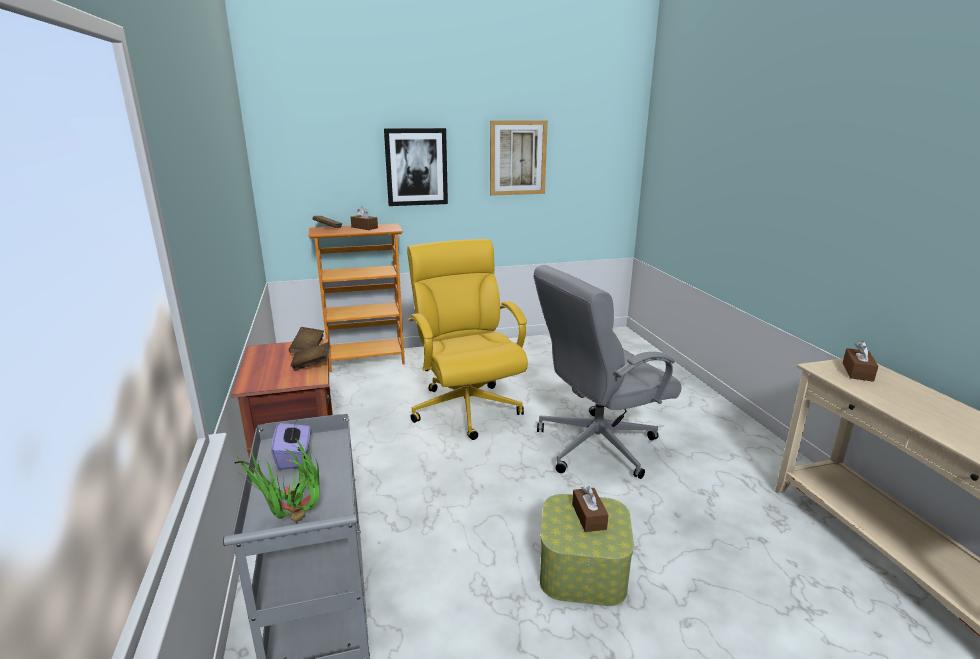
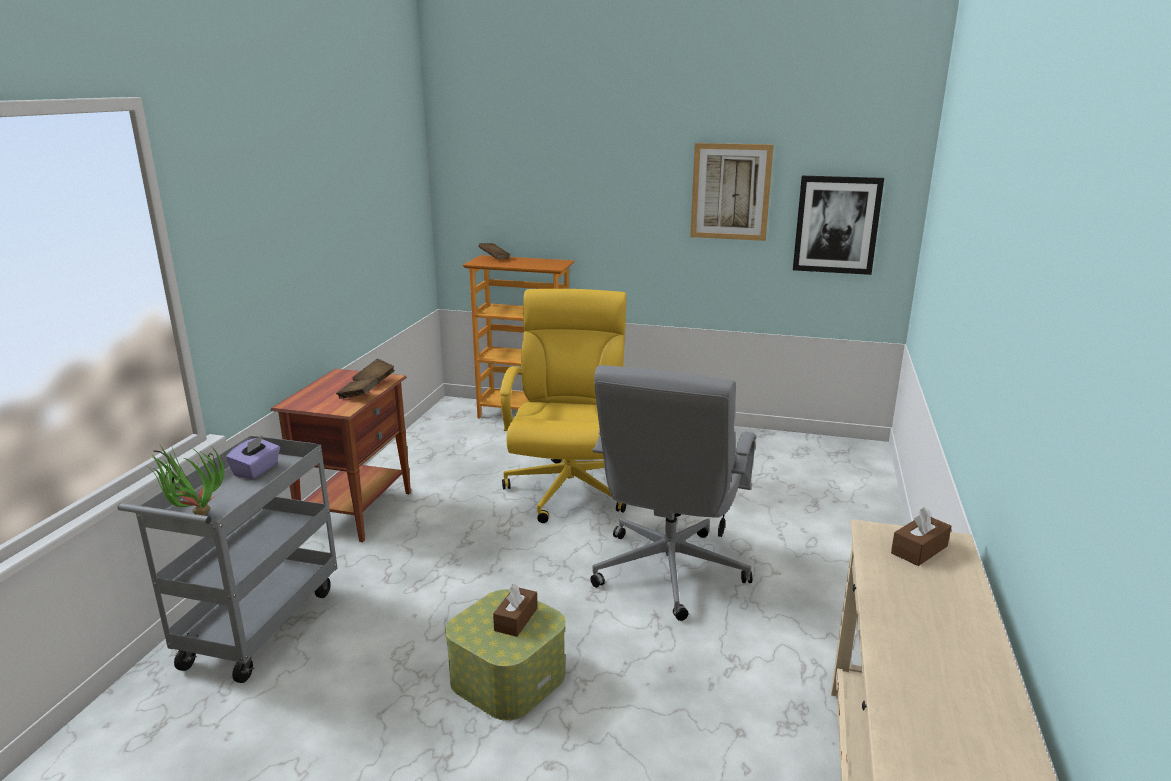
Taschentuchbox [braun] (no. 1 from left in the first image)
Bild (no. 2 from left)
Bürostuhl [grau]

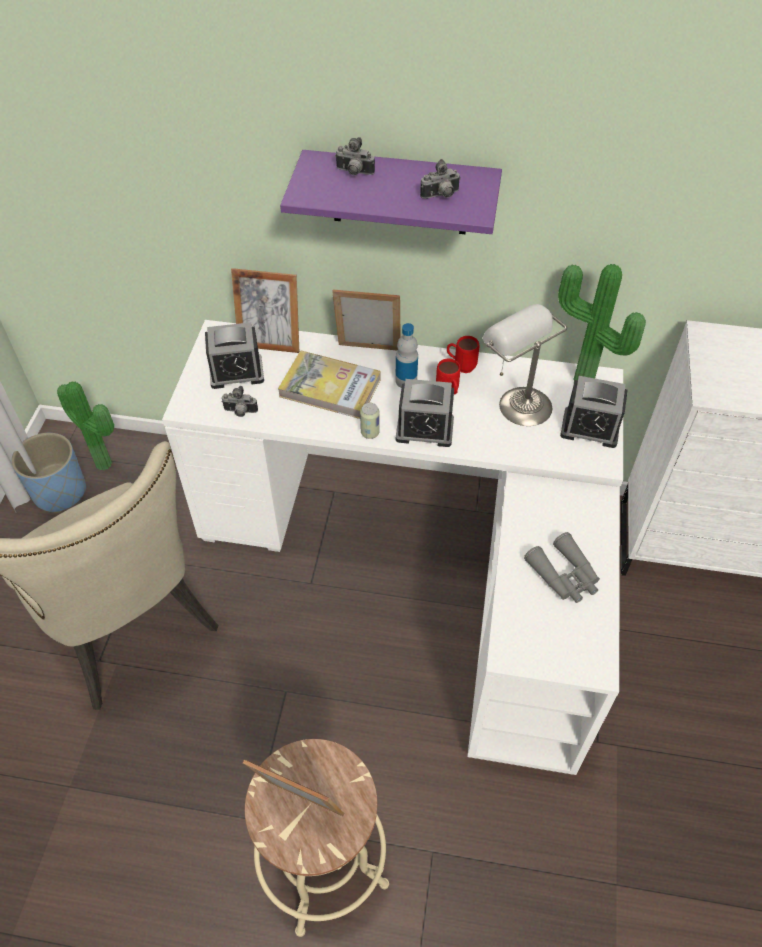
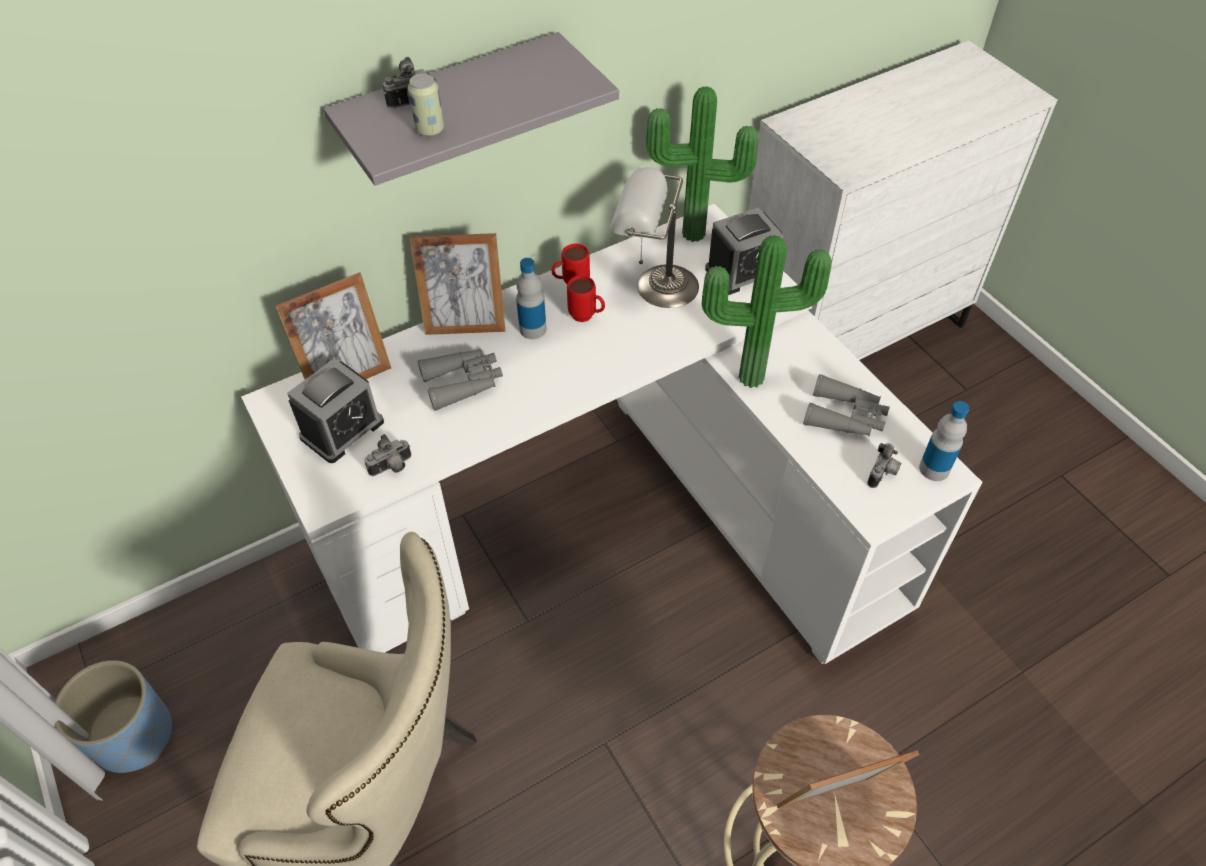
Topfpflanze (no. 2 from left)
Fernglas [grau] (no. 1 from left)
Wandregal [grau]
Bilderrahmen (no. 2 from left)
Dose
Wecker (no. 2 from left in the first image)
Kamera (no. 3 from left)
Flasche (no. 2 from left)

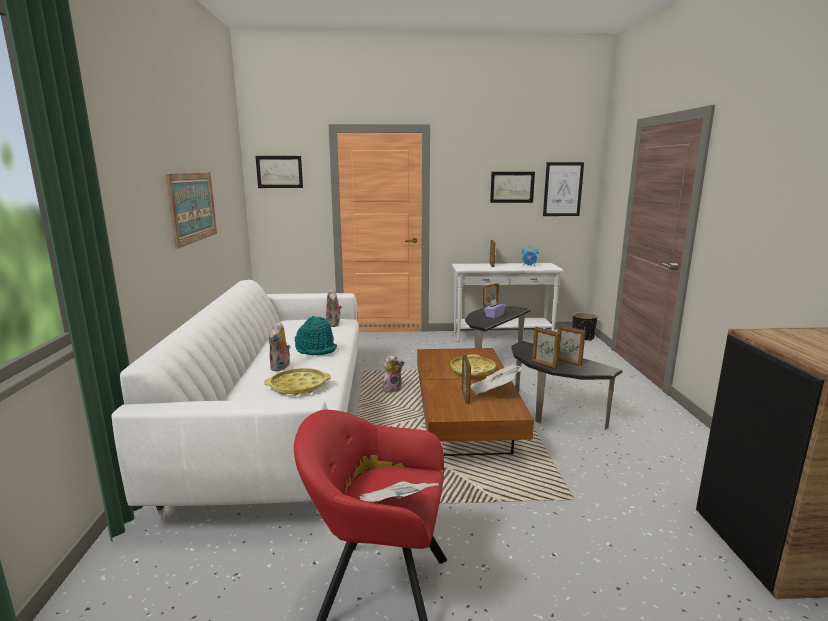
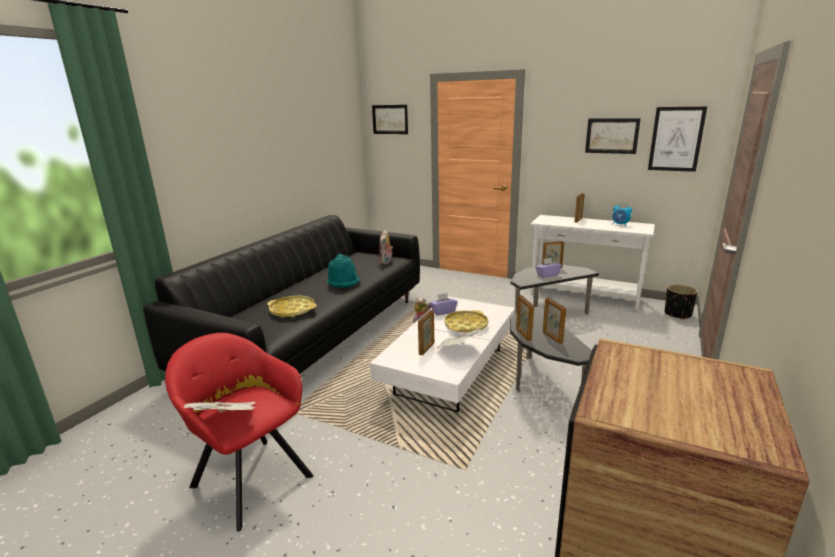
Sofa [schwarz]
Bild (no. 1 from left in the first image)
Plüschtier (no. 1 from left in the first image)
Couchtisch [weiß]
Taschentuchbox [lila] (no. 1 from left)

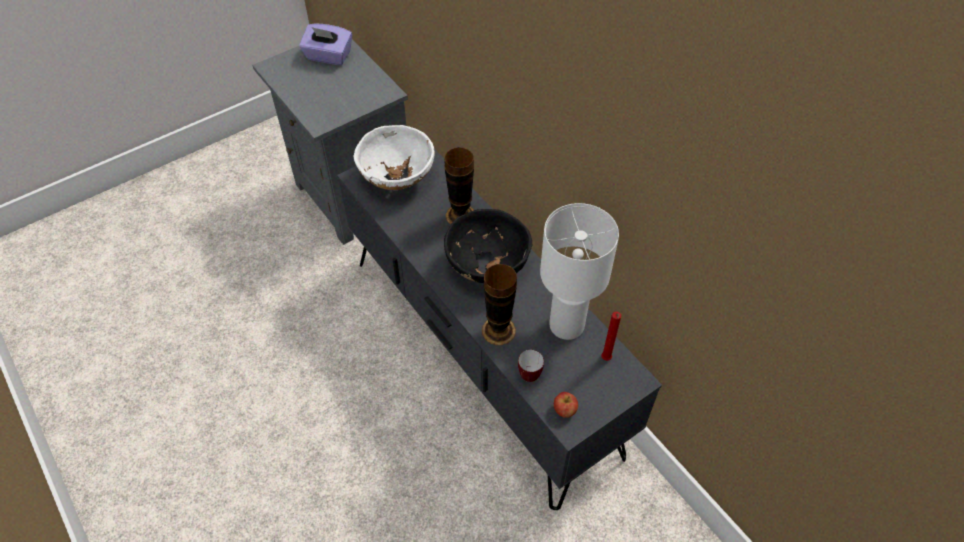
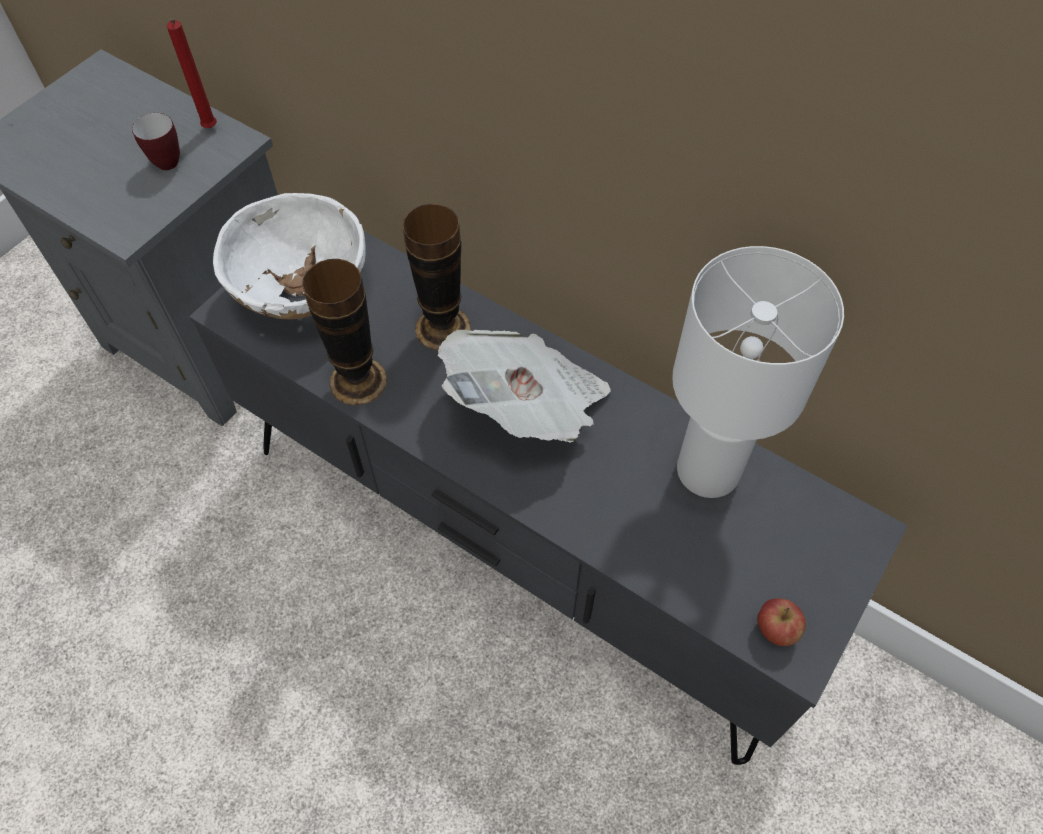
Taschentuchbox [lila]
Zeitung
Vase (no. 1 from left)
Henkelbecher
Kerze [rot]

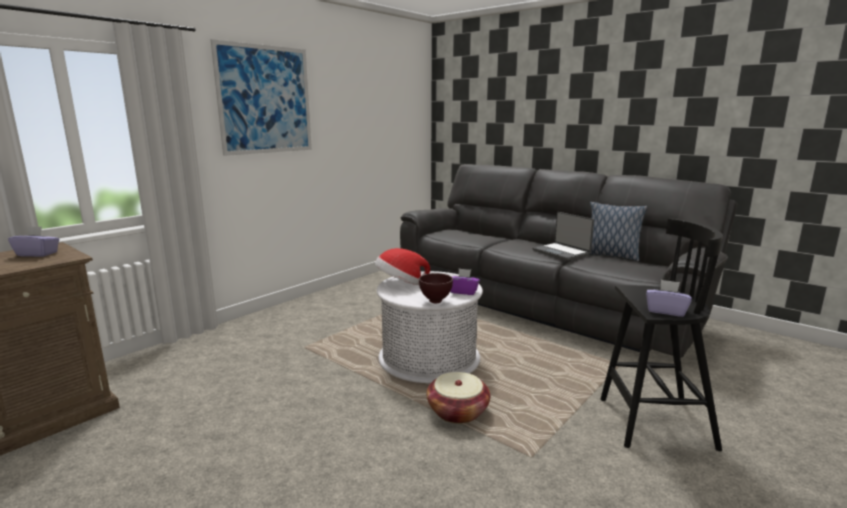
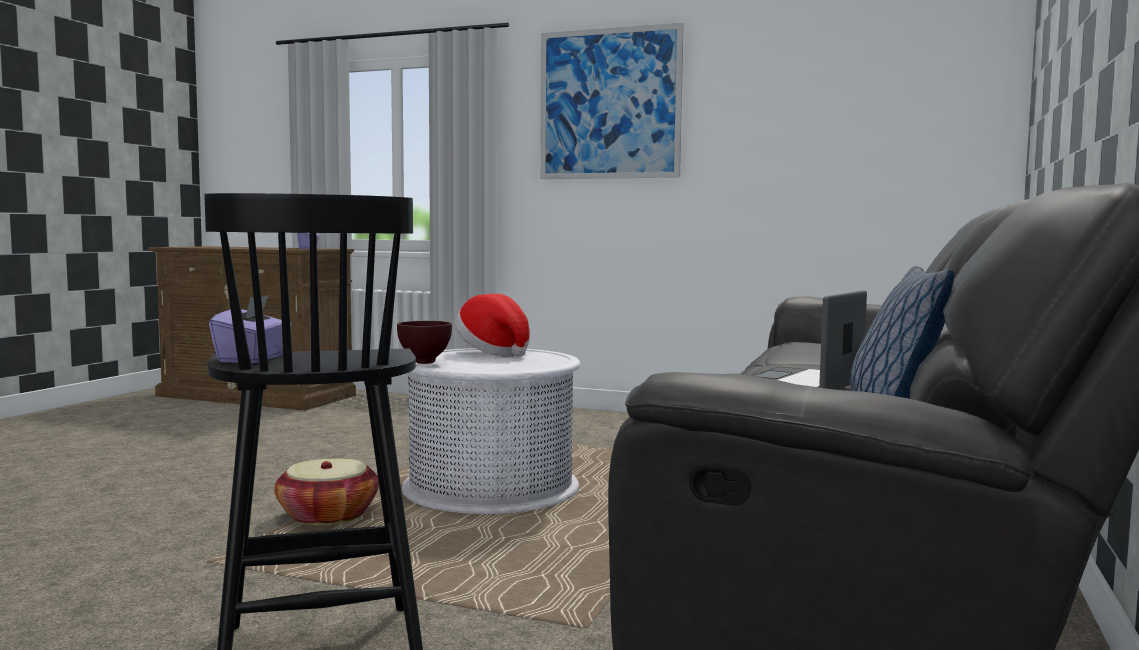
Taschentuchbox [lila] (no. 2 from left in the first image)

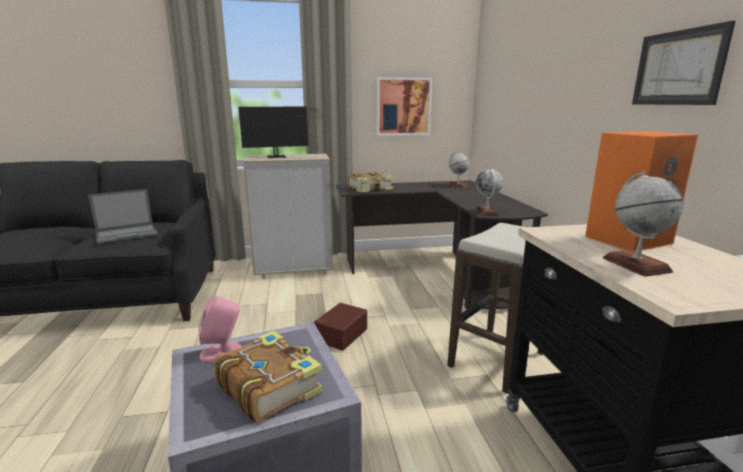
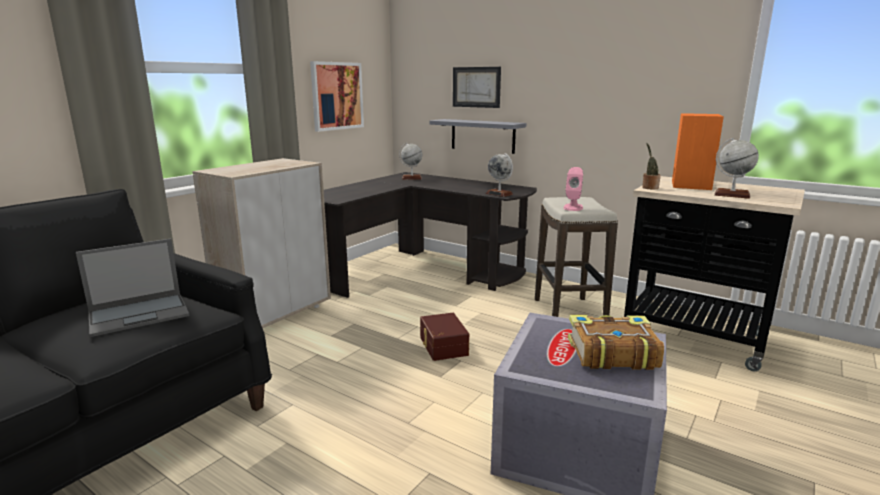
Laptop
Lautsprecher [rosa]
Monitor
Buch (no. 2 from left in the first image)
Bild (no. 2 from left)
Wandregal [grau]
Topfpflanze

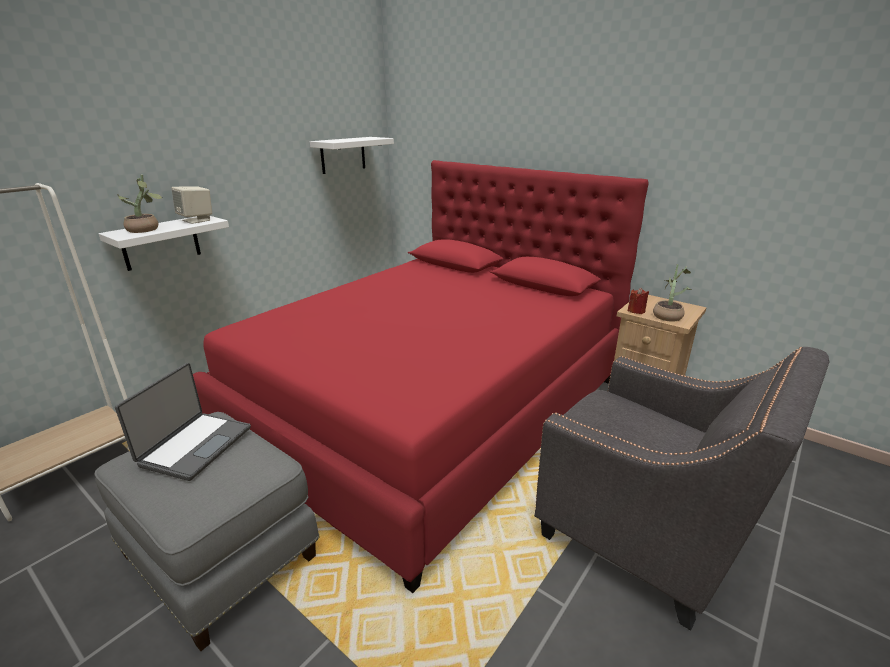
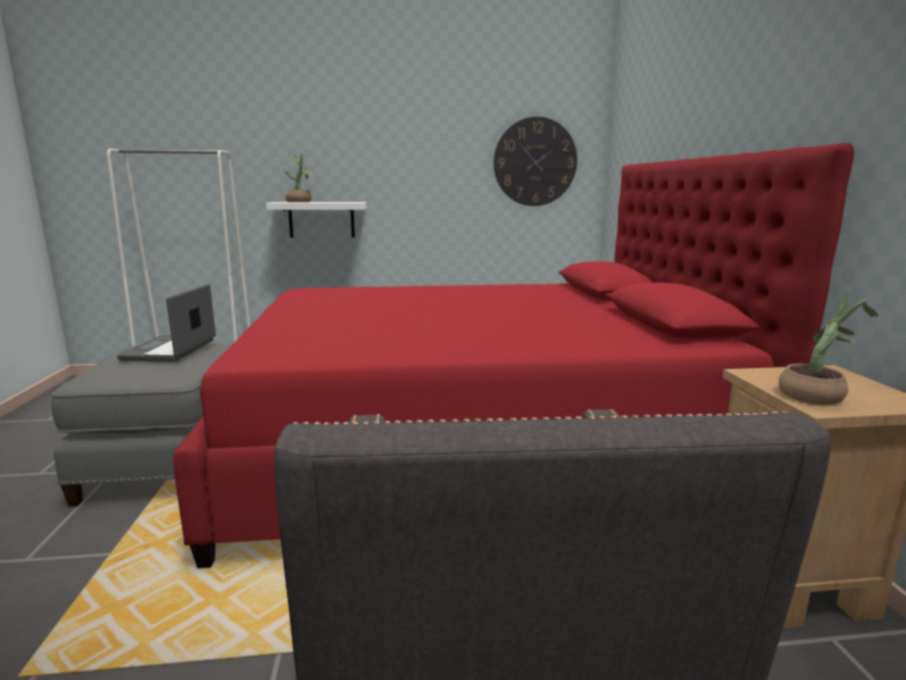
Laptop
Lautsprecher [beige]
Wanduhr
Kerze [rot]

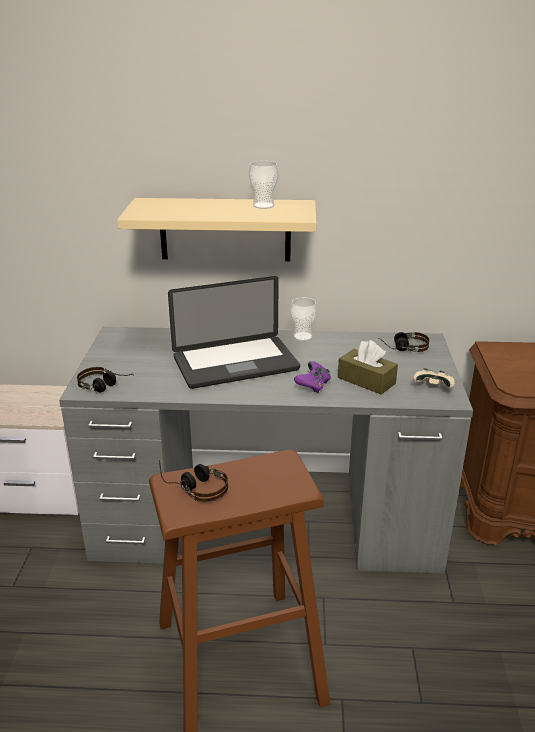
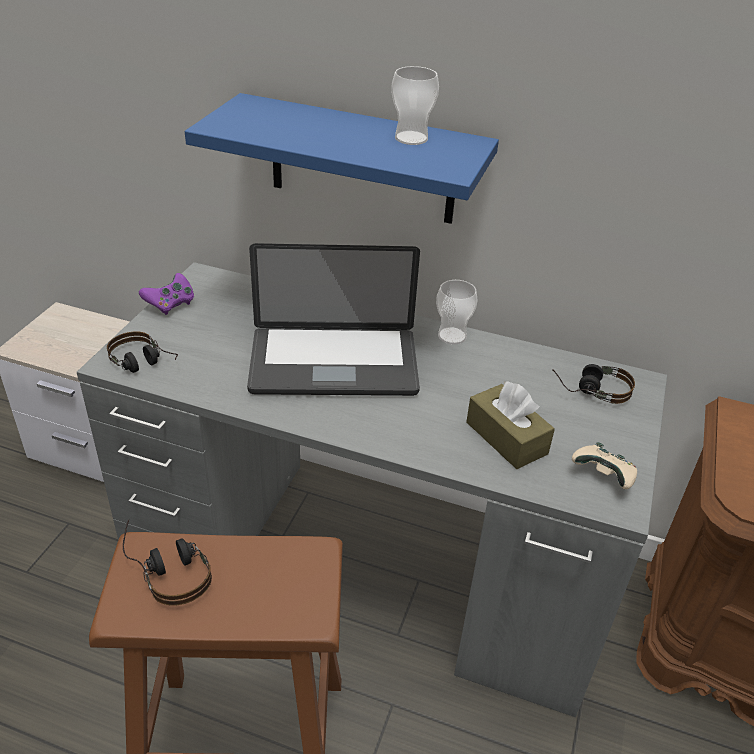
Wandregal [blau]
Gamepad [lila]

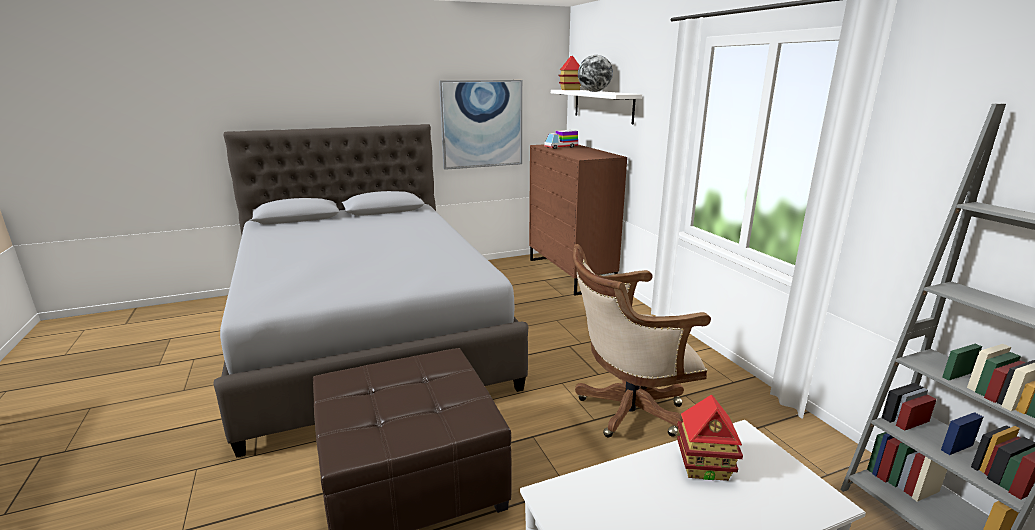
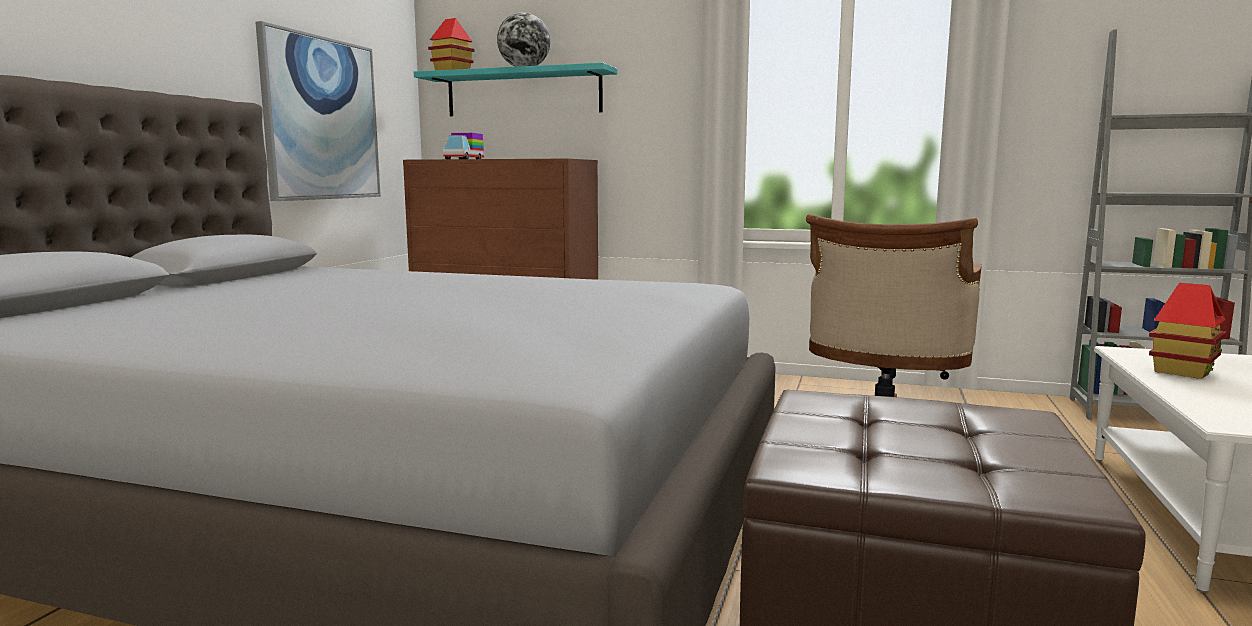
Wandregal [türkis]

